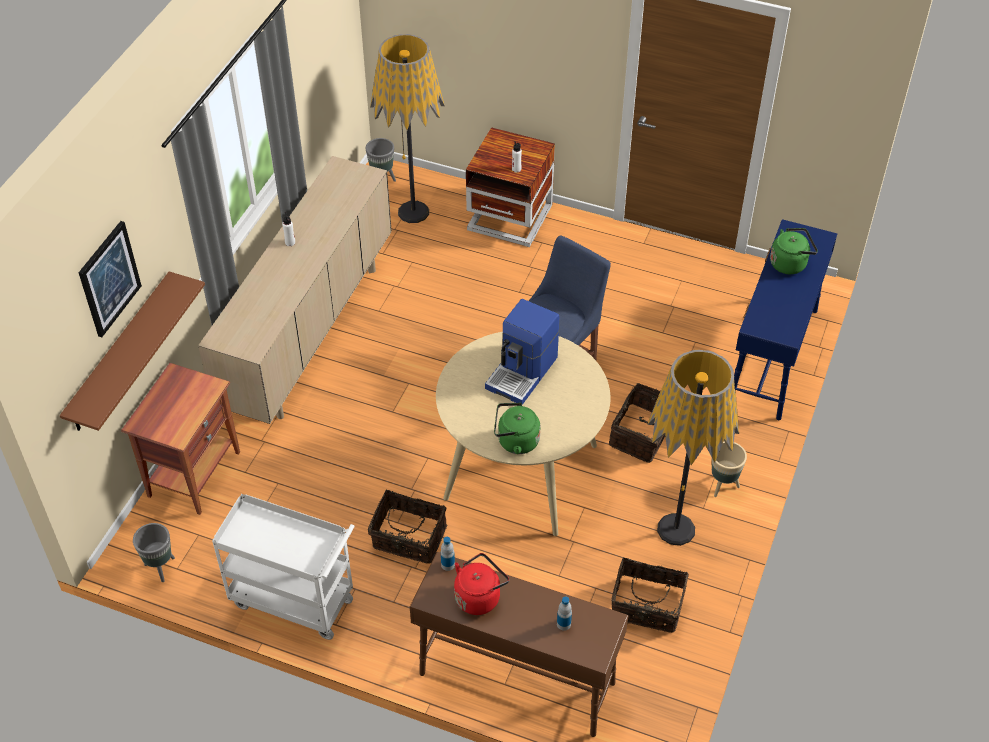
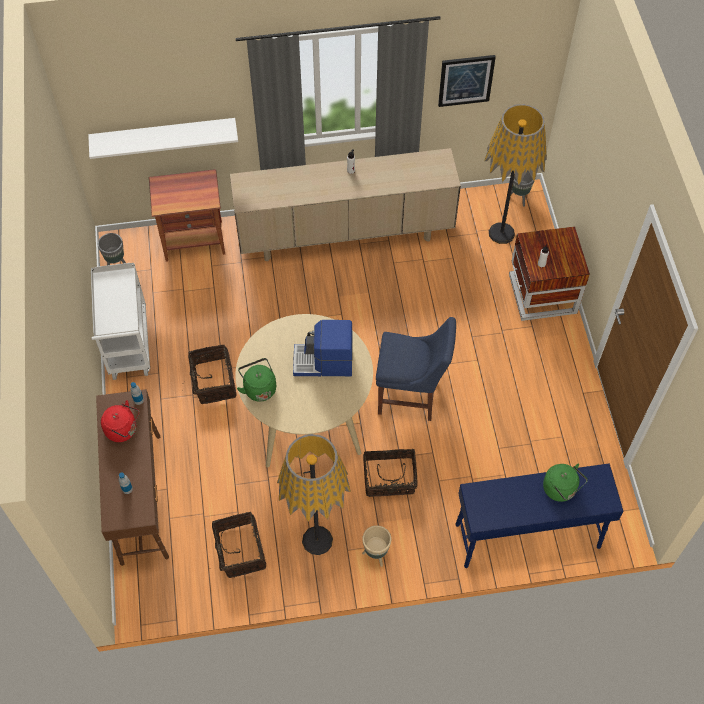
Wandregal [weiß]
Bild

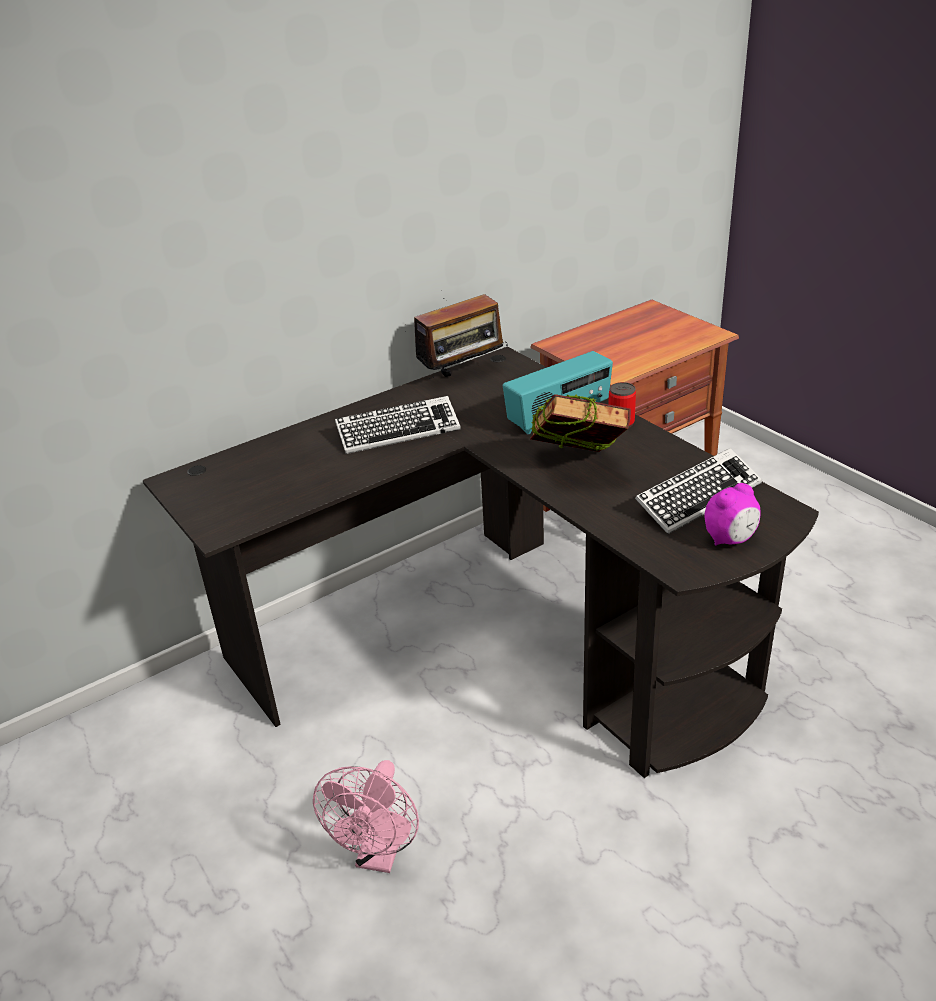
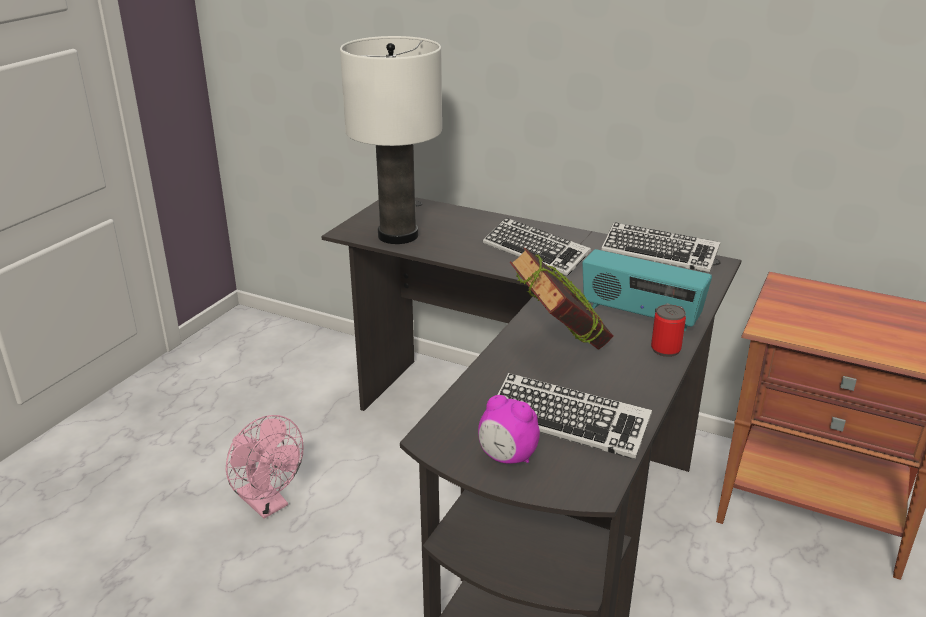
Ventilator [rosa]
Tastatur (no. 3 from left)
Tischlampe [weiß]

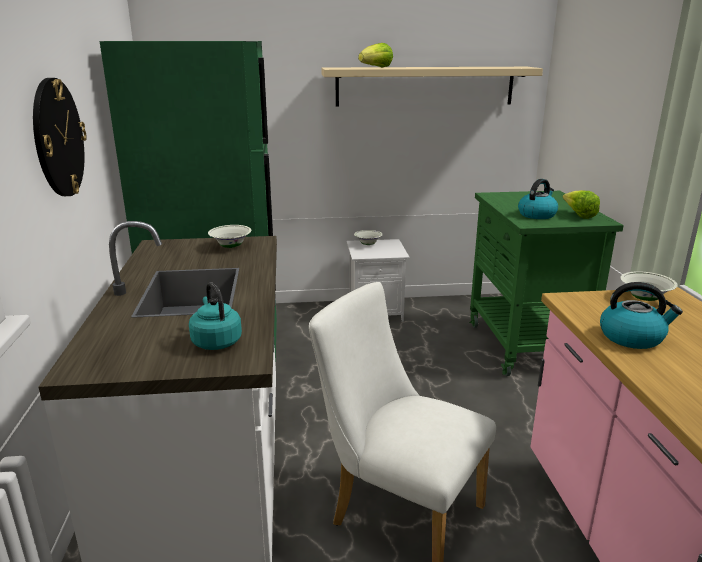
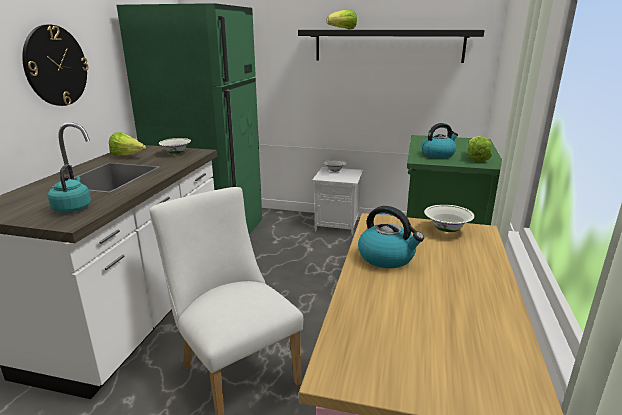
Wandregal [schwarz]
Salatkopf (no. 1 from left)

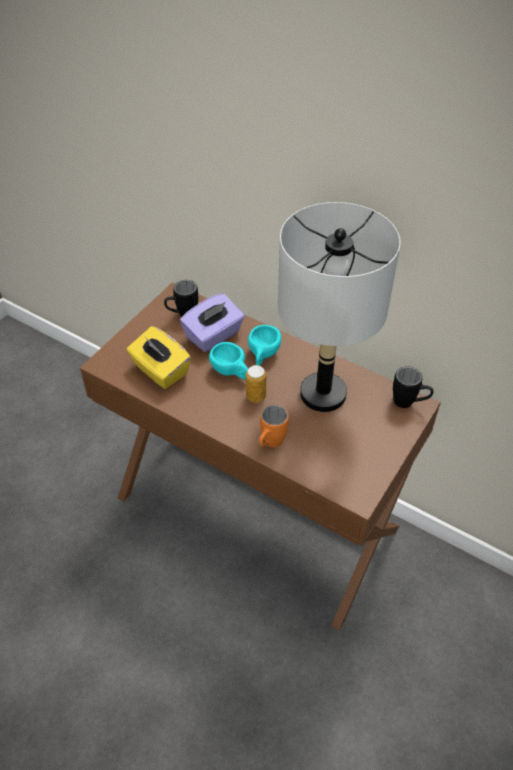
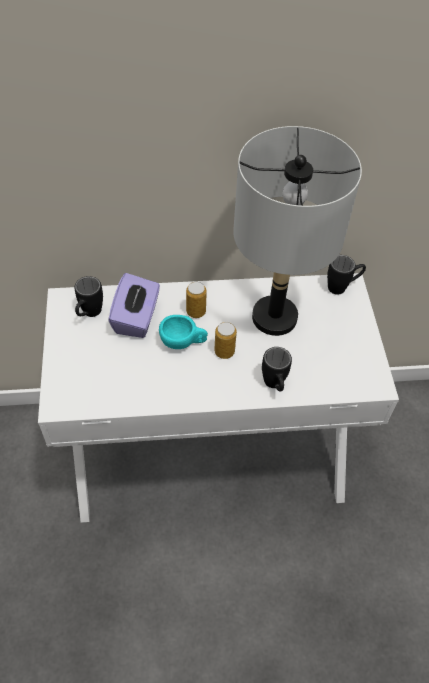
Schreibtisch [weiß]
Taschentuchbox [gelb]
Dose (no. 1 from left)
Henkelbecher [schwarz] (no. 2 from left)

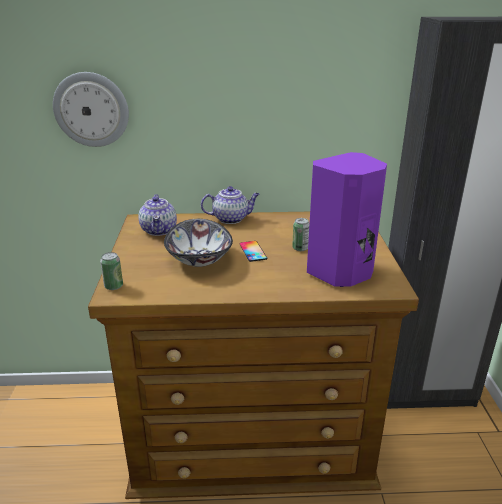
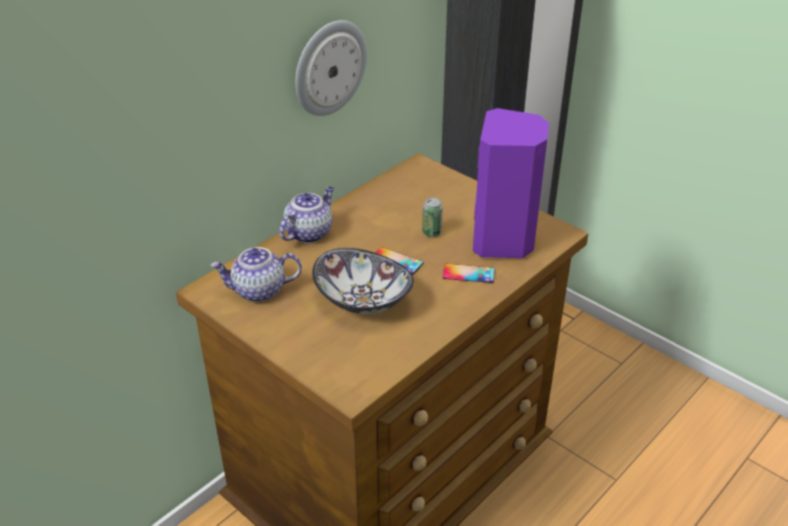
Wanduhr
Dose (no. 1 from left in the first image)
Teekanne (no. 1 from left)
Handy (no. 2 from left)

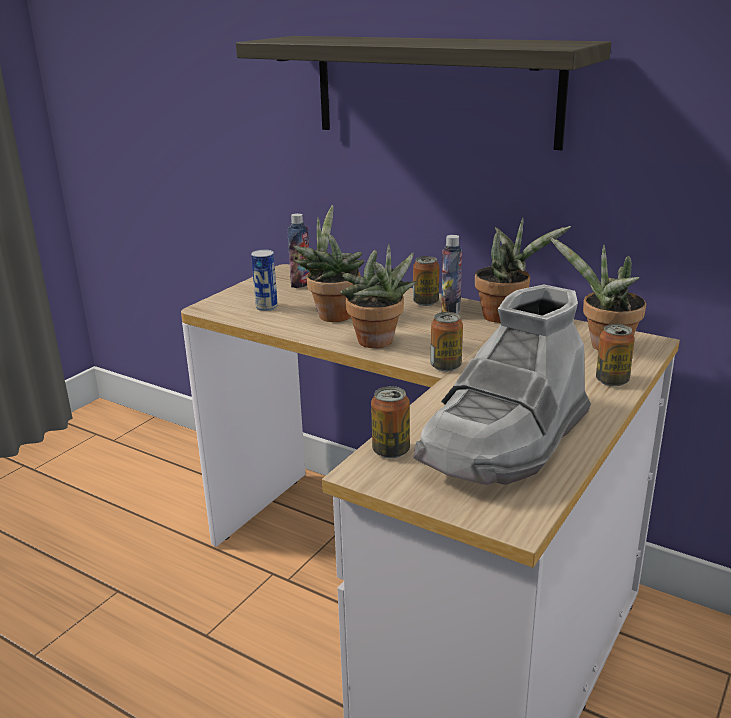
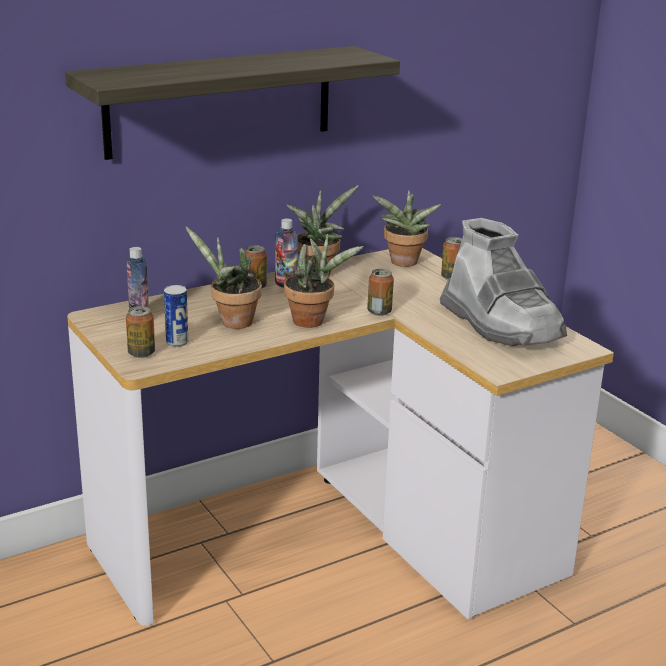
Dose (no. 1 from left)

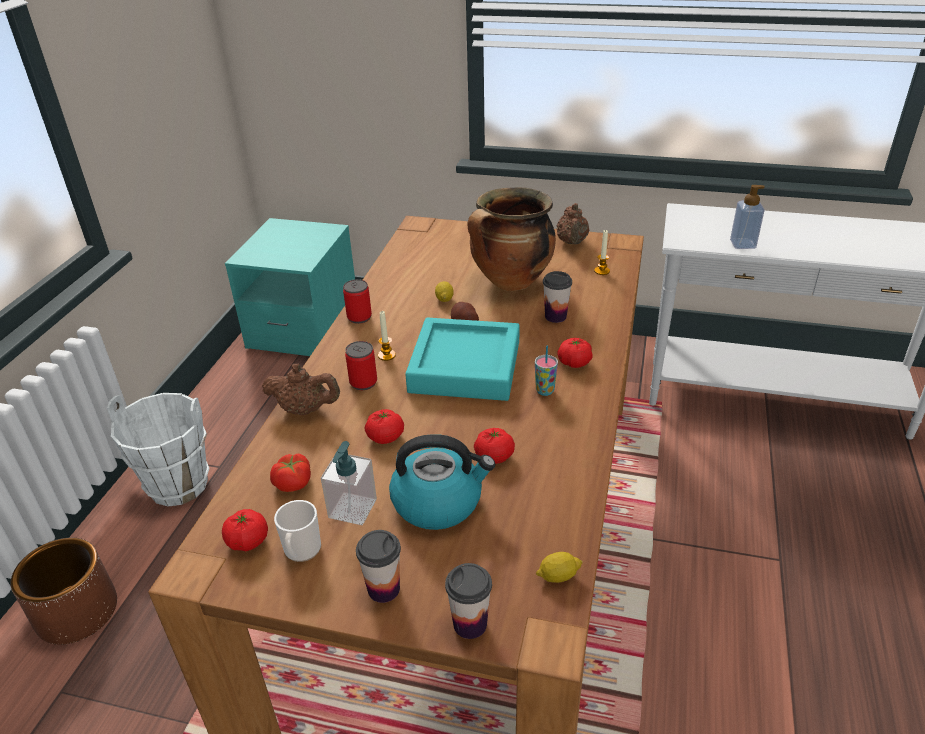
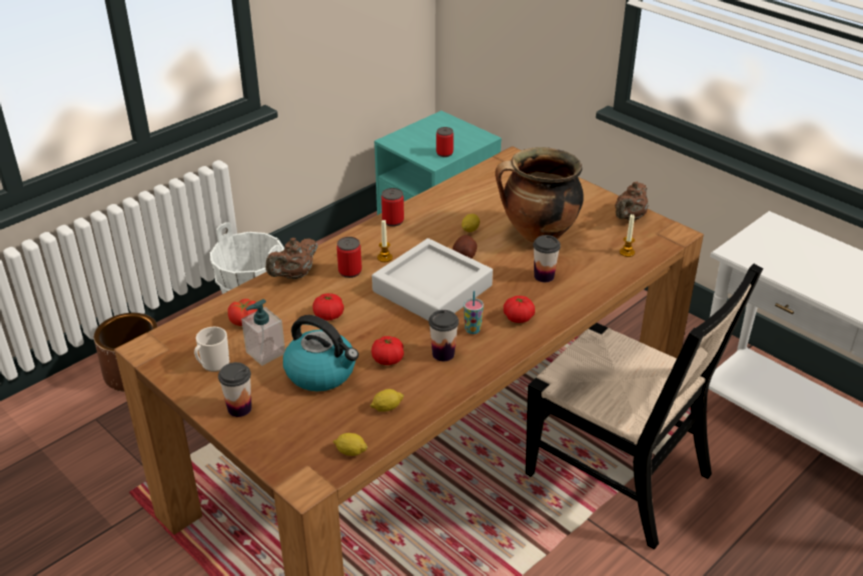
Tomate (no. 1 from left in the first image)
Teekanne [braun] (no. 1 from left)
Tablett [grau]
Tasse (no. 2 from left)
Seifenspender (no. 2 from left in the first image)
Zitrone (no. 2 from left)
Dose (no. 3 from left)
Stuhl

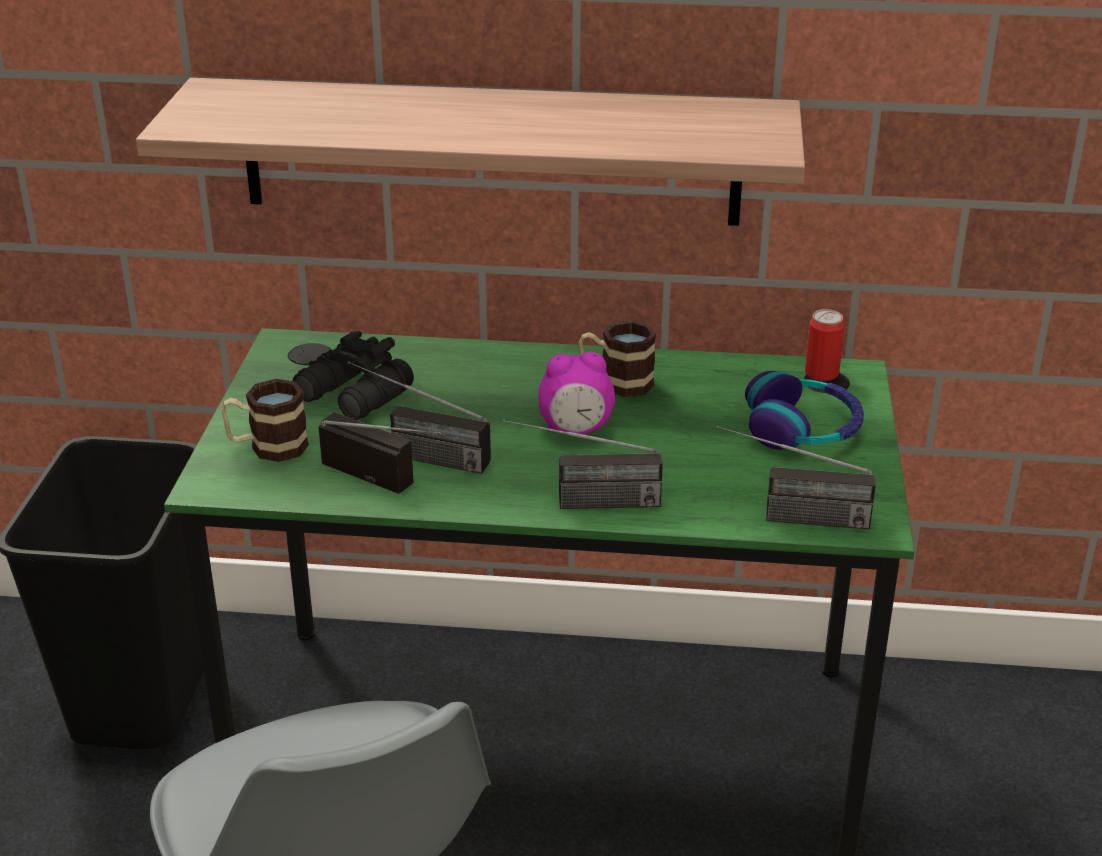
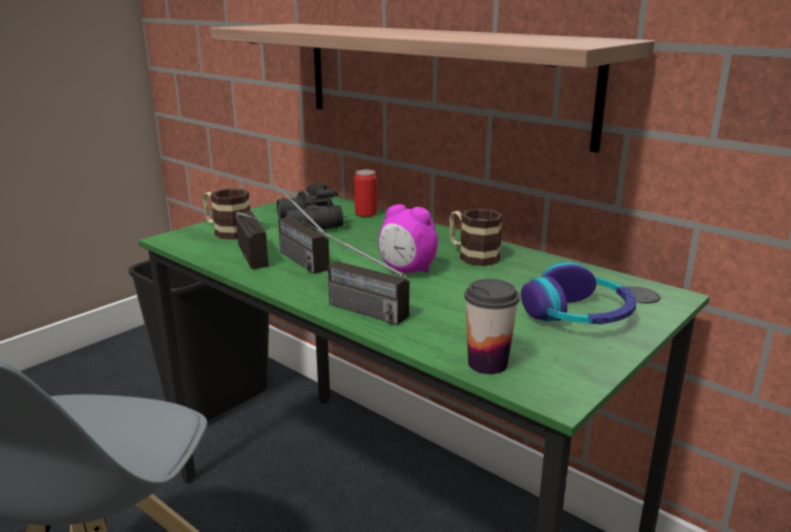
Tasse
Dose

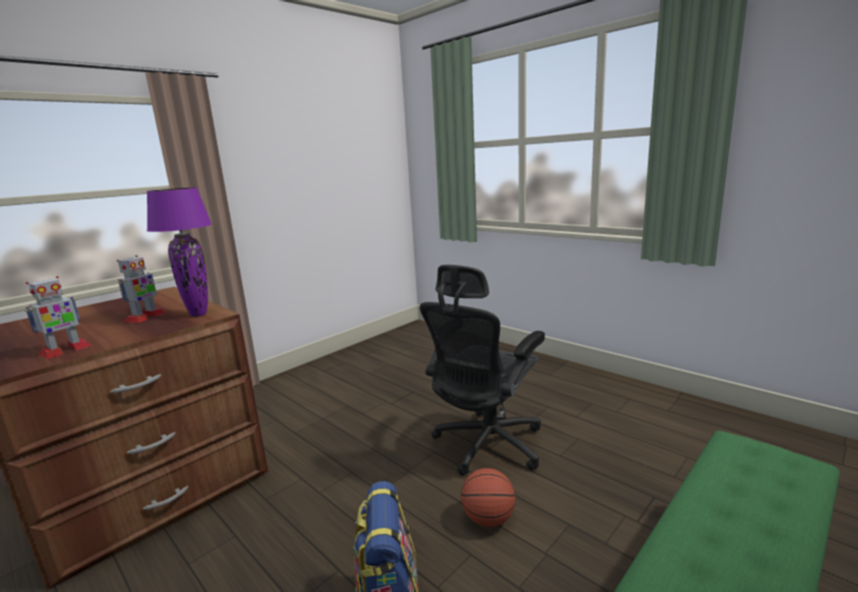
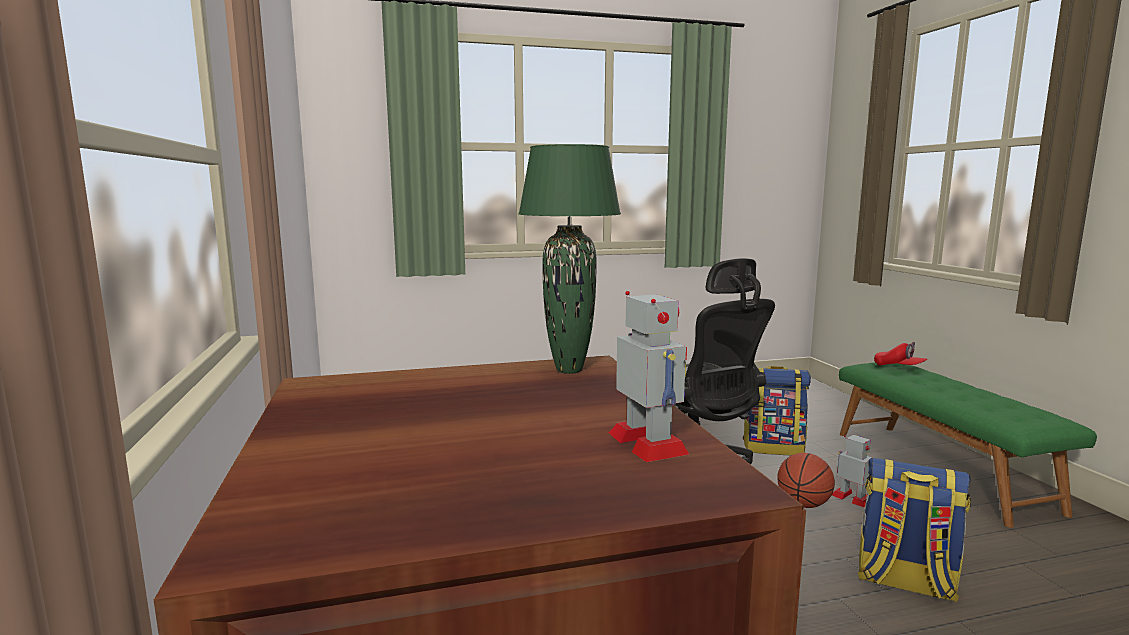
Spielzeugroboter (no. 2 from left)
Tischlampe [grün]
Rucksack (no. 1 from left)
Kappe [rot]

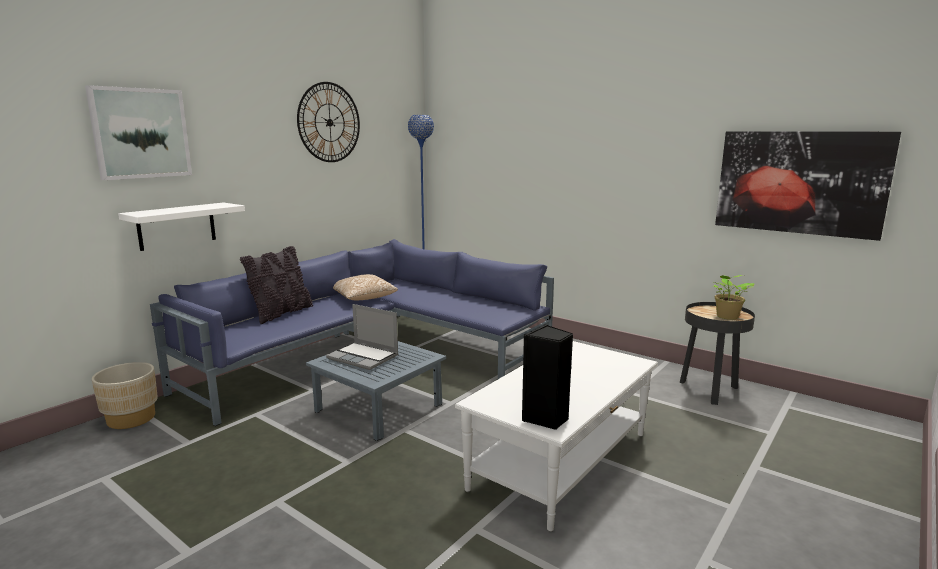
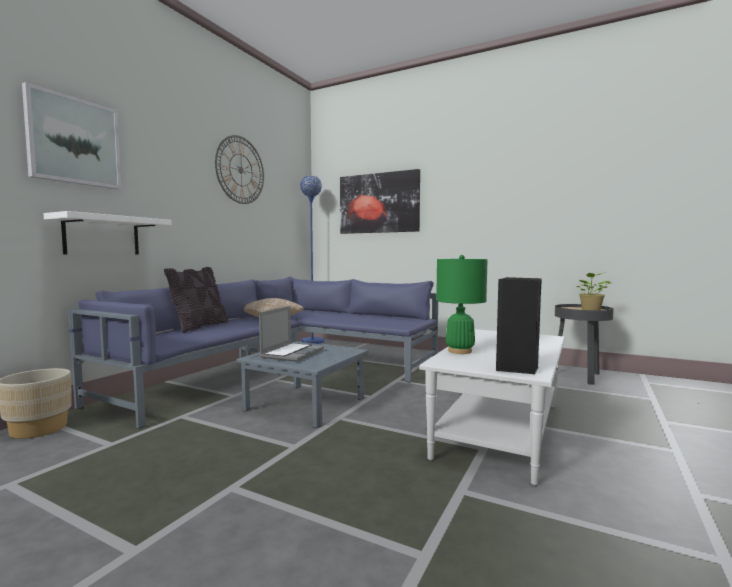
Laptop
Bild (no. 2 from left)
Tischlampe [grün]

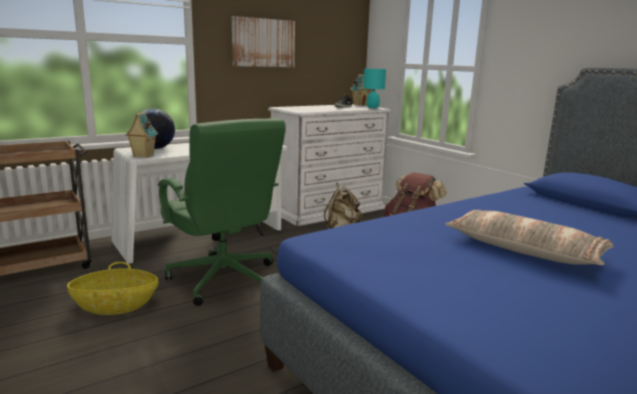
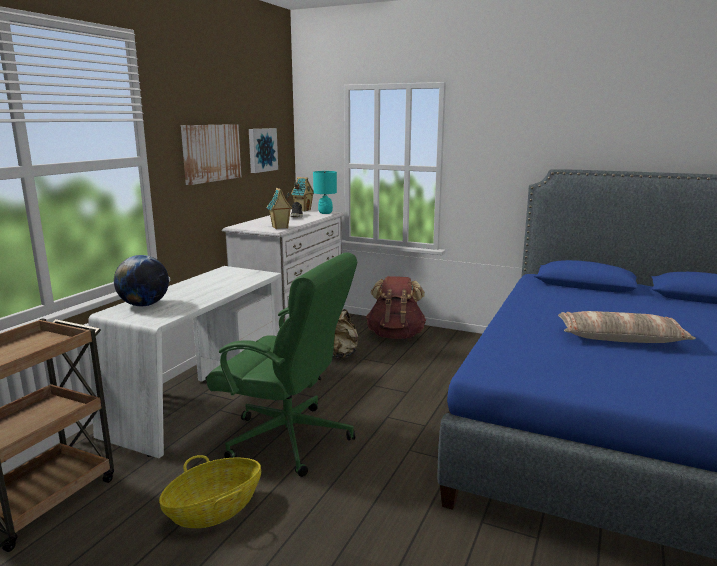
Spielzeughaus (no. 1 from left)
Bild (no. 2 from left)

